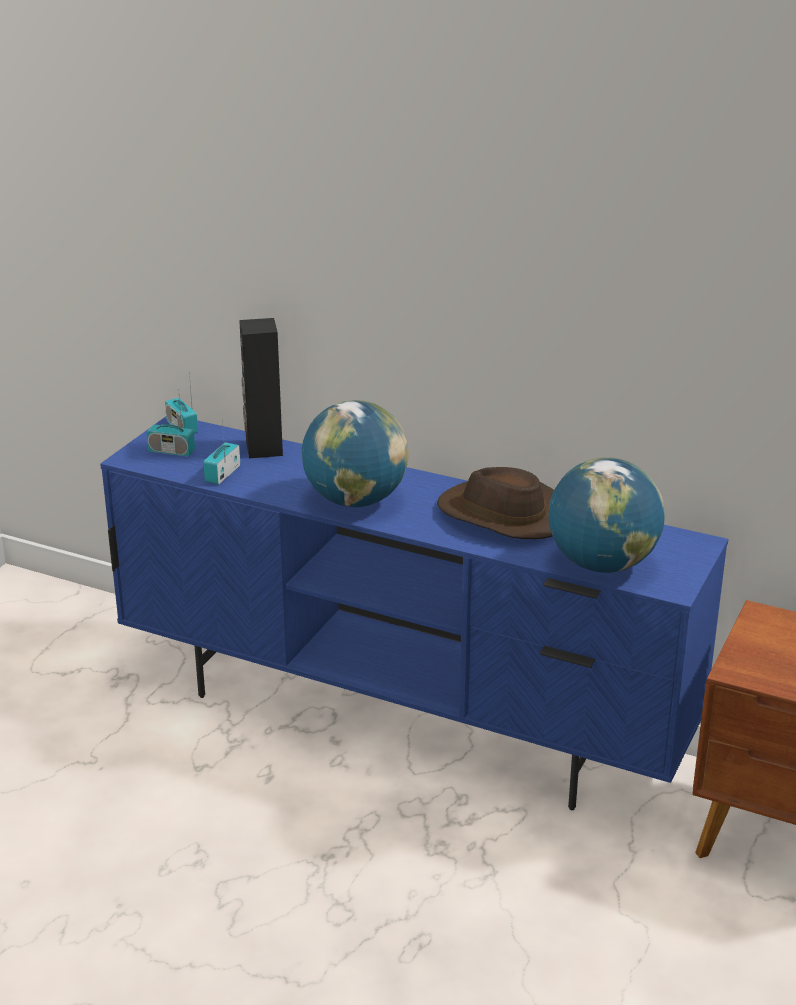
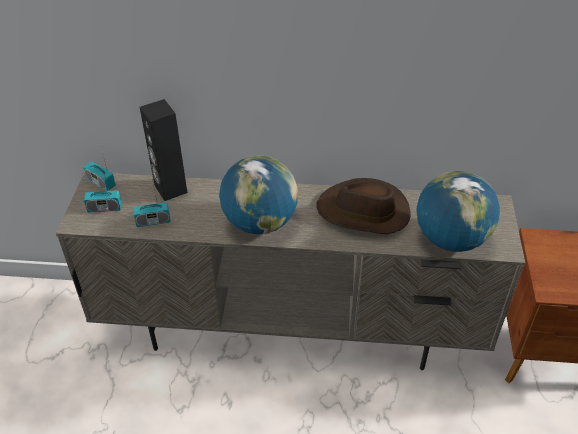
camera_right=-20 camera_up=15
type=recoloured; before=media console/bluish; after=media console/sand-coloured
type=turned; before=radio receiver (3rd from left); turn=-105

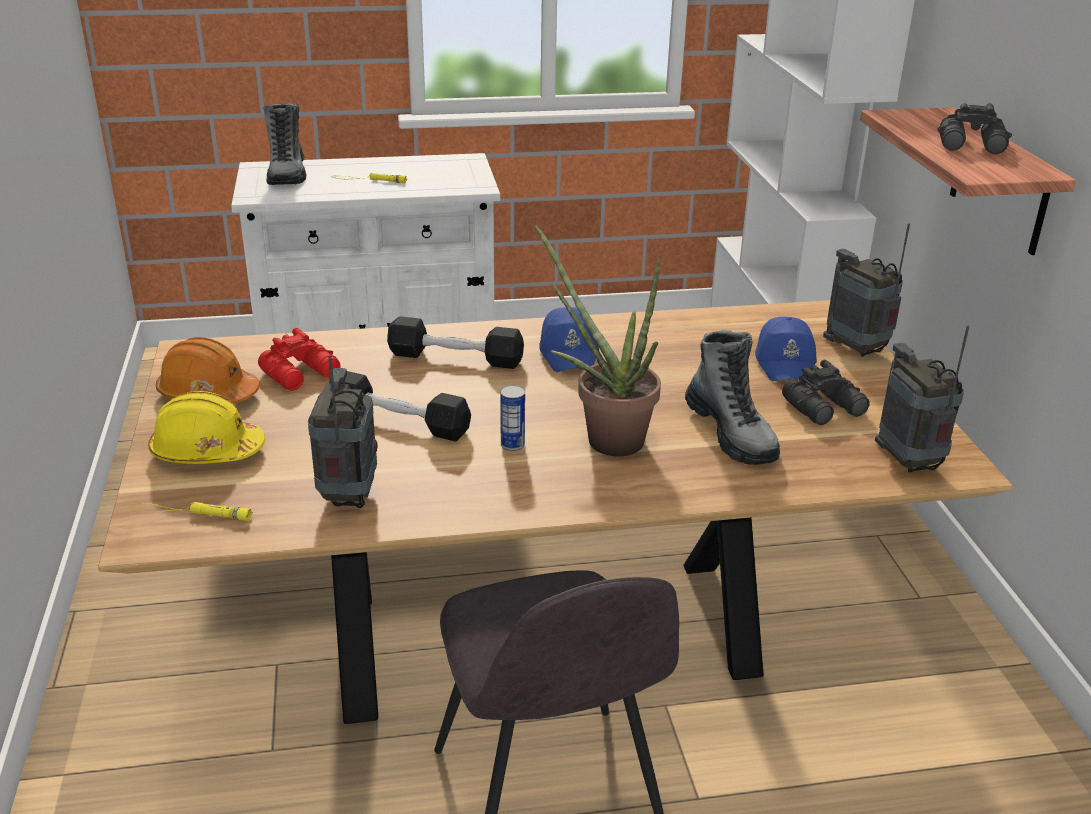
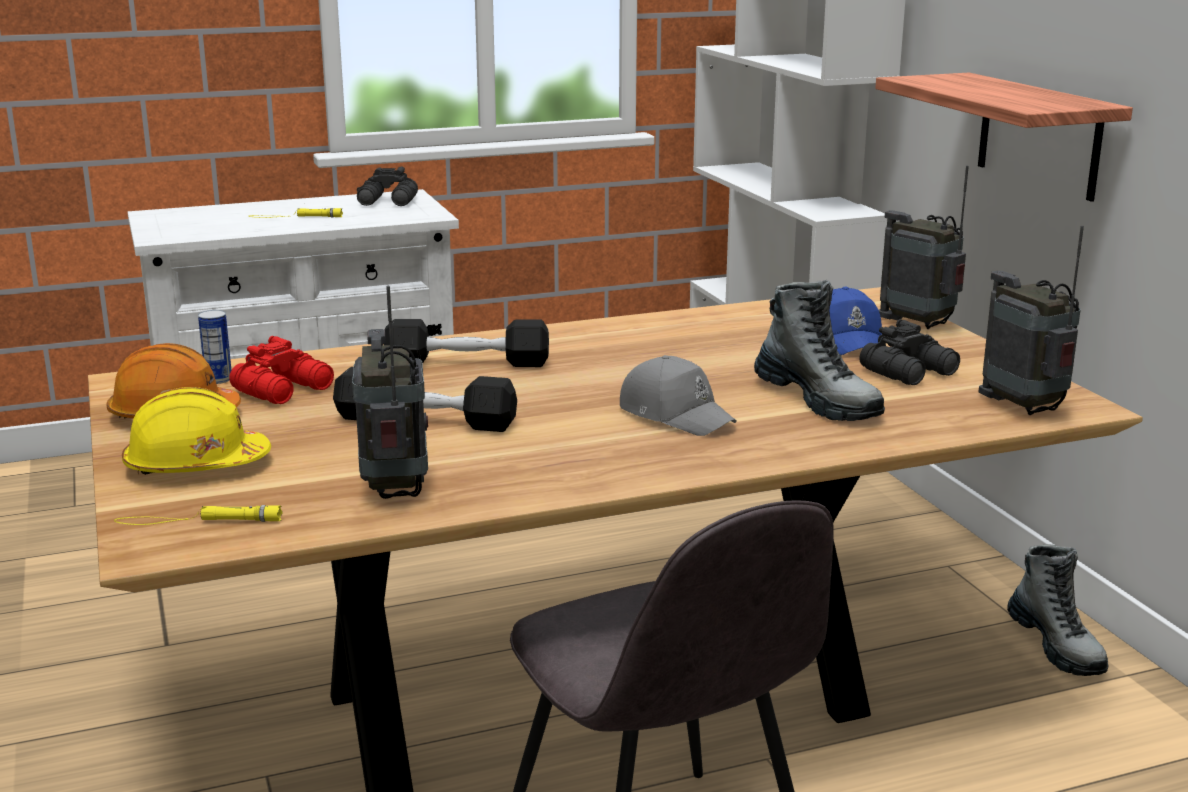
camera_right=-10 camera_up=-10
type=removed; before=baseball cap/bluish (1st from left)
type=moved; before=tall boot (1st from left in the first image); after=tall boot (2nd from left)
type=moved; before=metal can
type=moved; before=field glasses/black-coloured (2nd from left in the first image); after=field glasses/black-coloured (1st from left)
type=replaced; before=potted plant; after=baseball cap/greyish

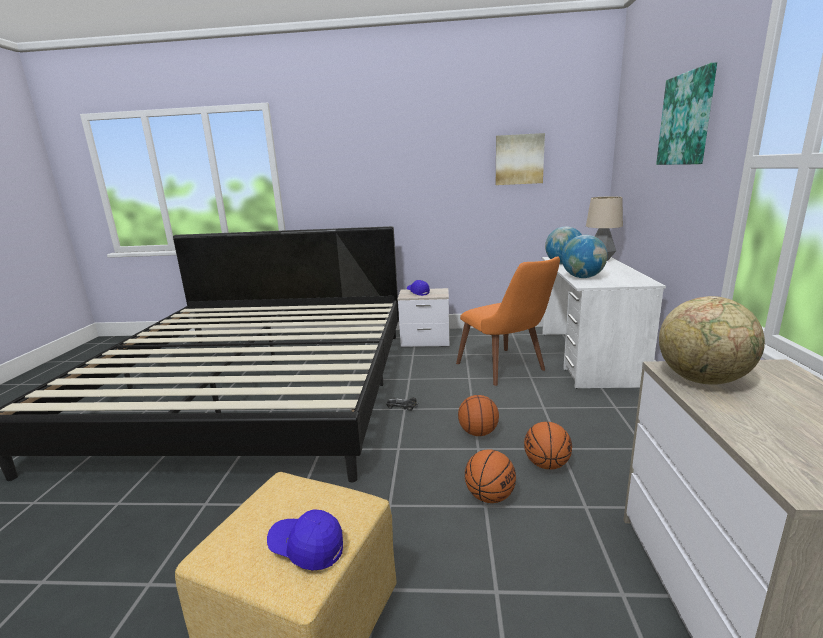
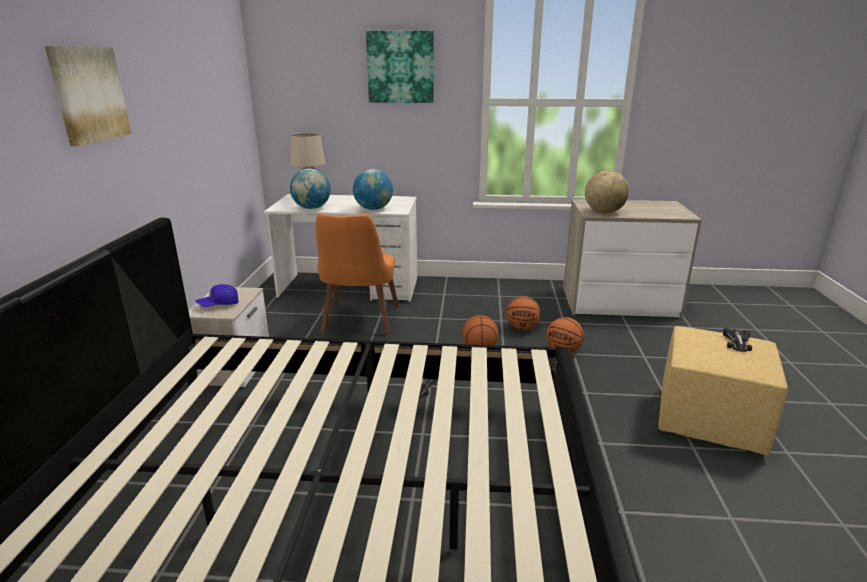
camera_right=-90 camera_up=5
type=moved; before=wall art (1st from left)
type=replaced; before=baseball cap/bluish (1st from left); after=model car (2nd from left)
type=turned; before=upright chair/orange-coloured; turn=120

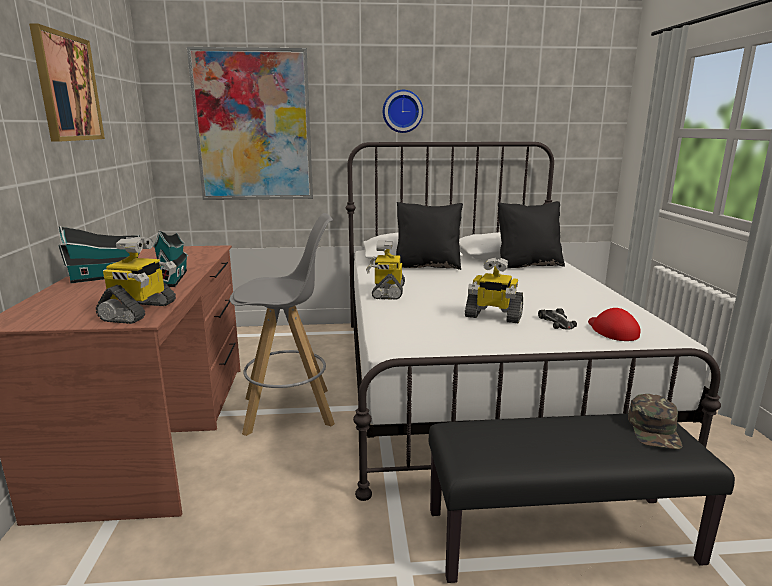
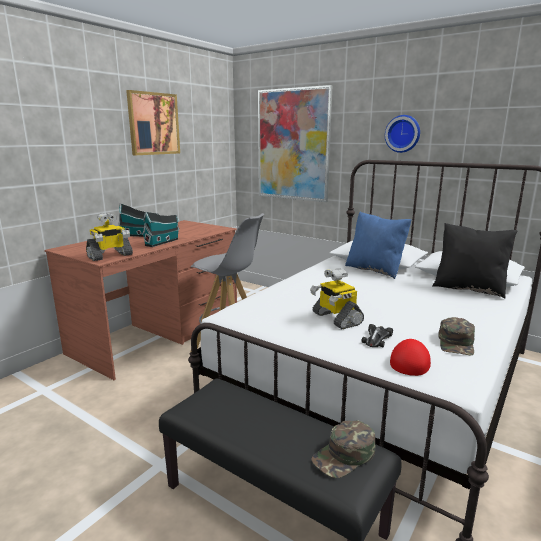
camera_right=40 camera_up=0
type=removed; before=robot figure (2nd from left)
type=added; after=baseball cap/green-coloured (2nd from left)
type=recoloured; before=throw pillow/black-coloured (1st from left); after=throw pillow/bluish

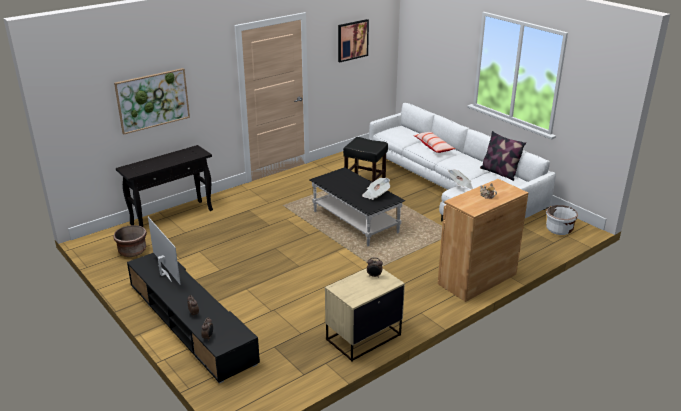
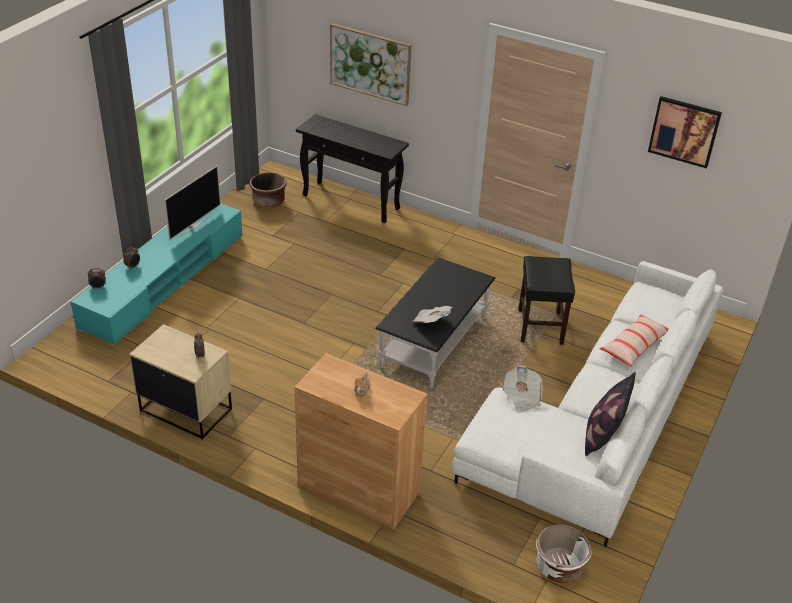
camera_right=65 camera_up=10
type=recoloured; before=media console/black-coloured; after=media console/turquoise-coloured

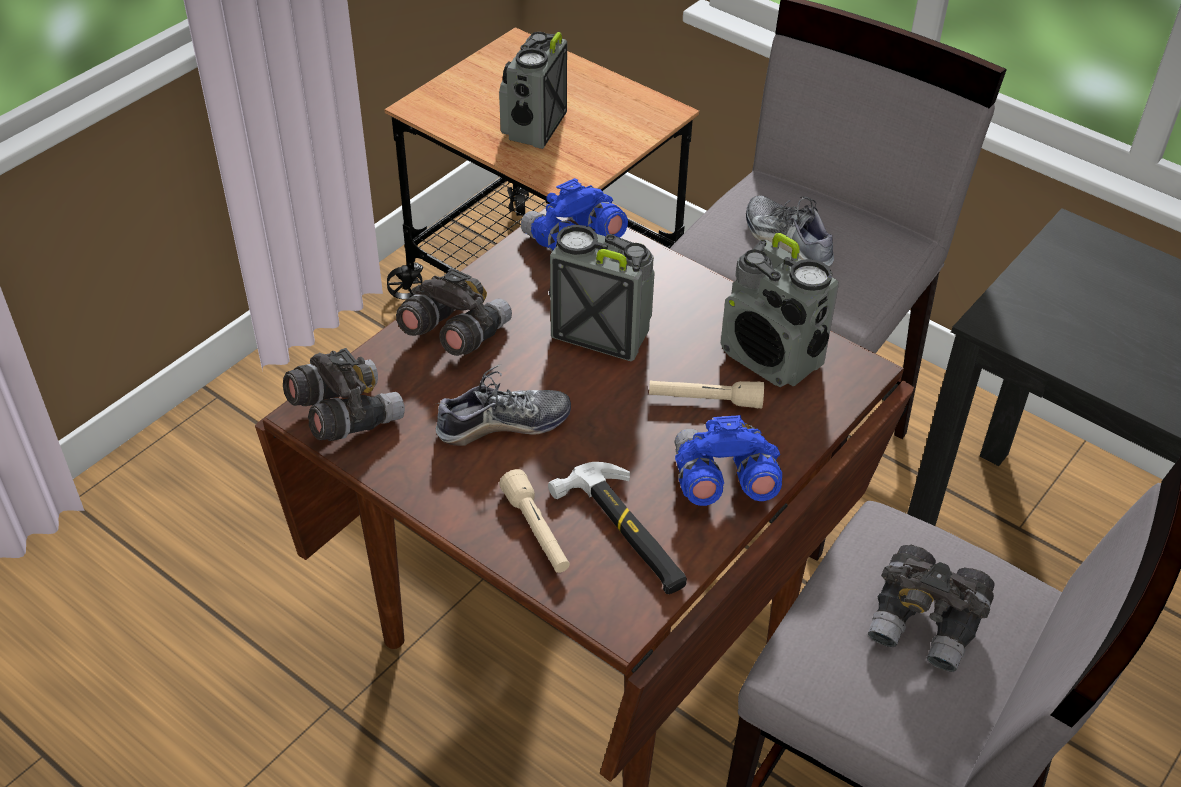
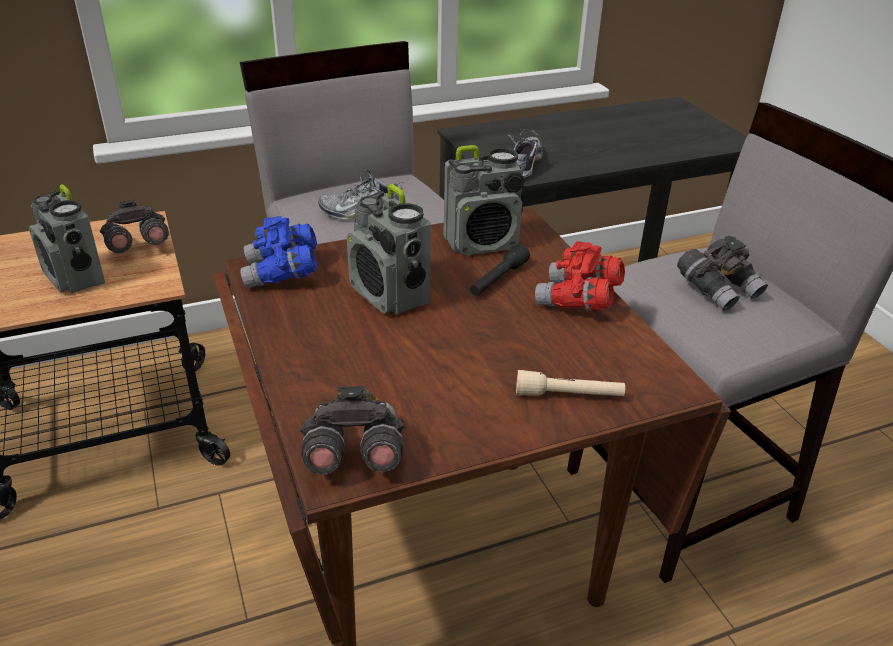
camera_right=-60 camera_up=-10
type=removed; before=tool hammer
type=moved; before=field glasses/greyish (2nd from left in the first image); after=field glasses/greyish (1st from left)
type=moved; before=low shoe (1st from left in the first image); after=low shoe (2nd from left)
type=recoloured; before=torch/sand-coloured (2nd from left); after=torch/black-coloured
type=recoloured; before=field glasses/bluish (2nd from left); after=field glasses/red-coloured
type=turned; before=radio receiver (2nd from left); turn=-90

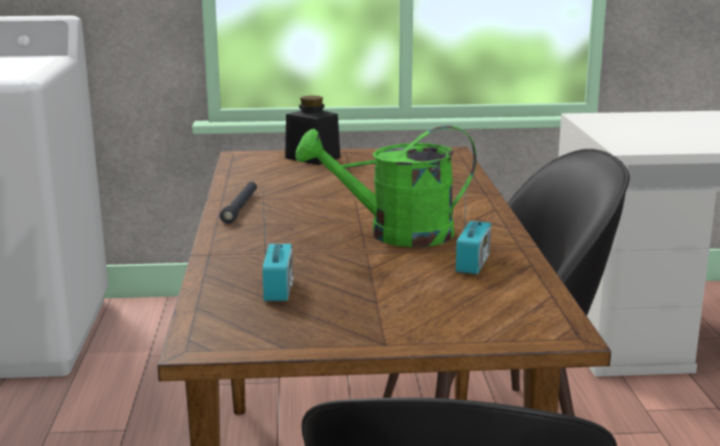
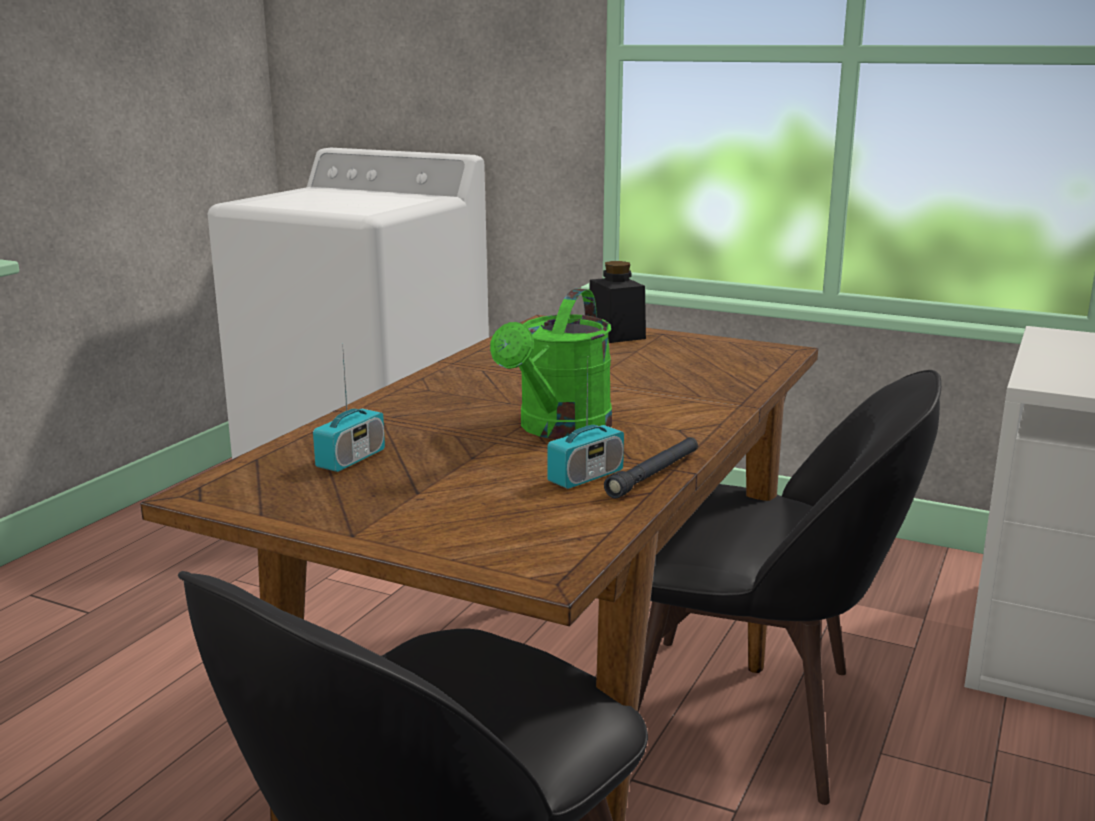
camera_right=30 camera_up=0
type=moved; before=torch/black-coloured
type=turned; before=watering can/green-coloured; turn=-90

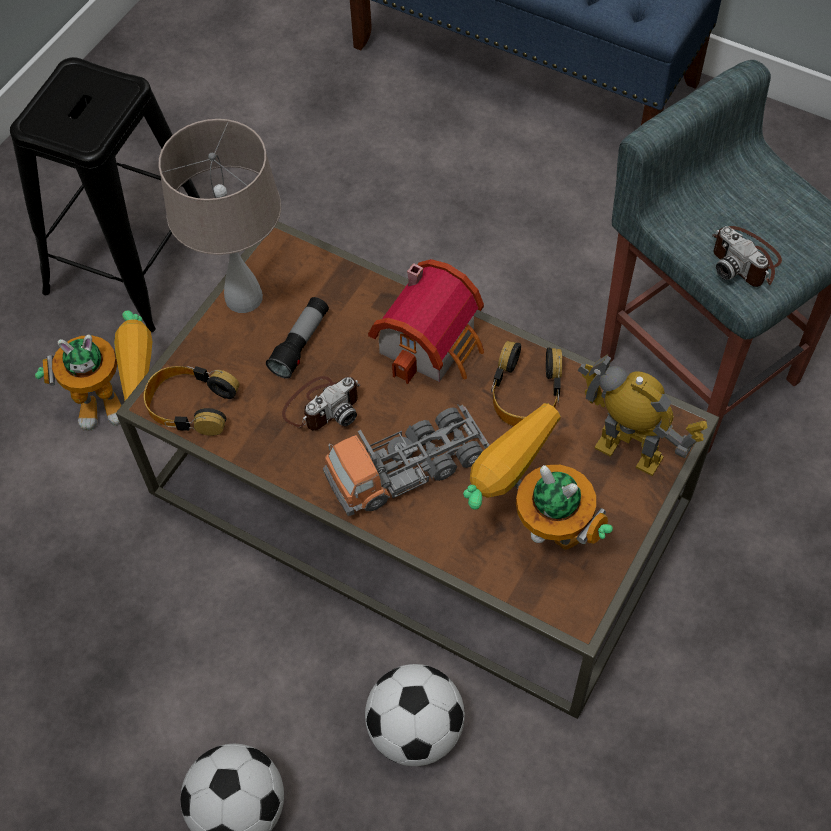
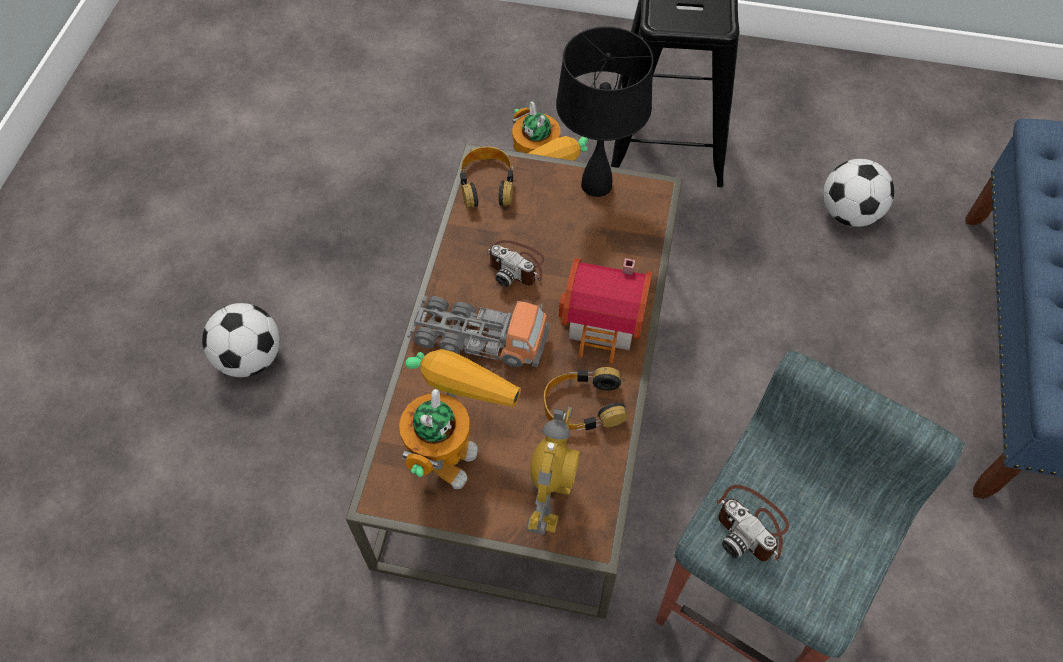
camera_right=70 camera_up=0
type=removed; before=torch
type=moved; before=football (2nd from left)
type=recoloured; before=tabletop lamp/sand-coloured; after=tabletop lamp/black-coloured
type=turned; before=model truck; turn=150
type=turned; before=still camera (2nd from left); turn=-75

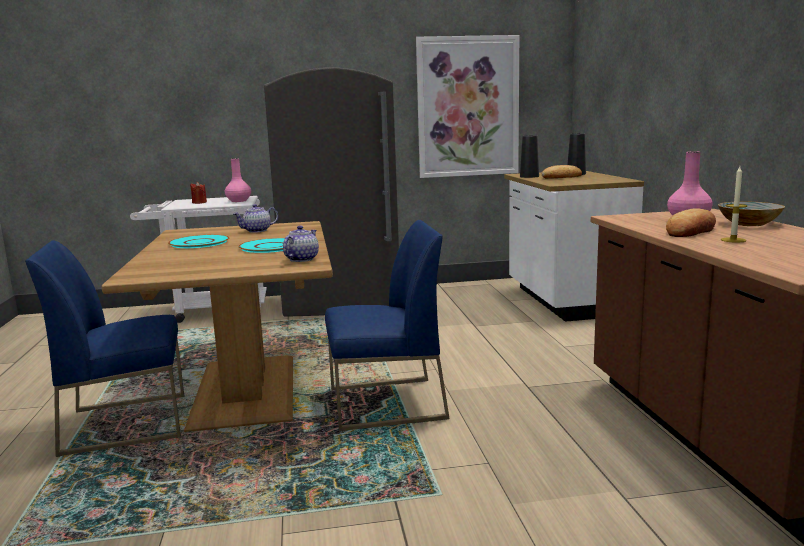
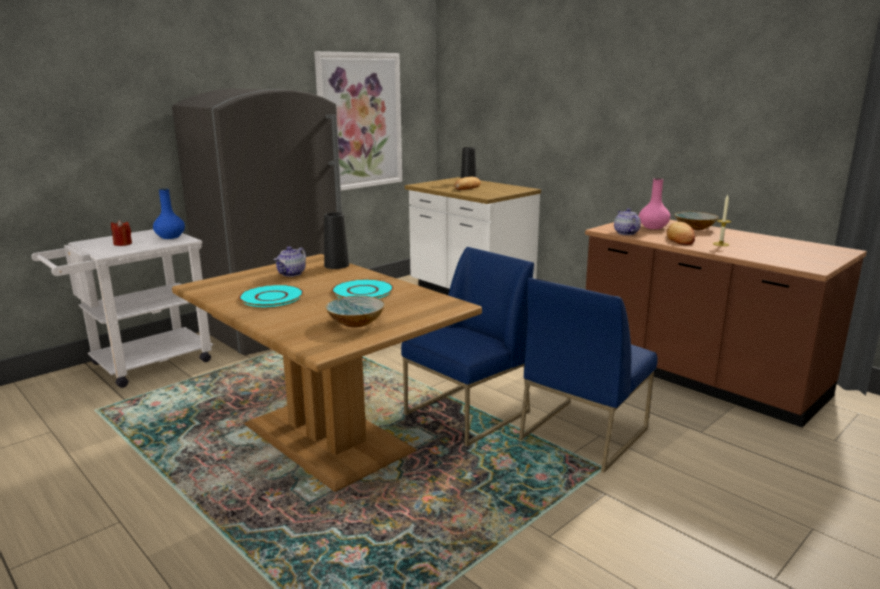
camera_right=-35 camera_up=5
type=added; after=bowl (1st from left)
type=moved; before=upright chair/bluish (1st from left in the first image); after=upright chair/bluish (2nd from left)
type=moved; before=teapot (2nd from left)
type=moved; before=decorative vase/black-coloured (1st from left)
type=recoloured; before=decorative vase/pinkish (1st from left); after=decorative vase/bluish

